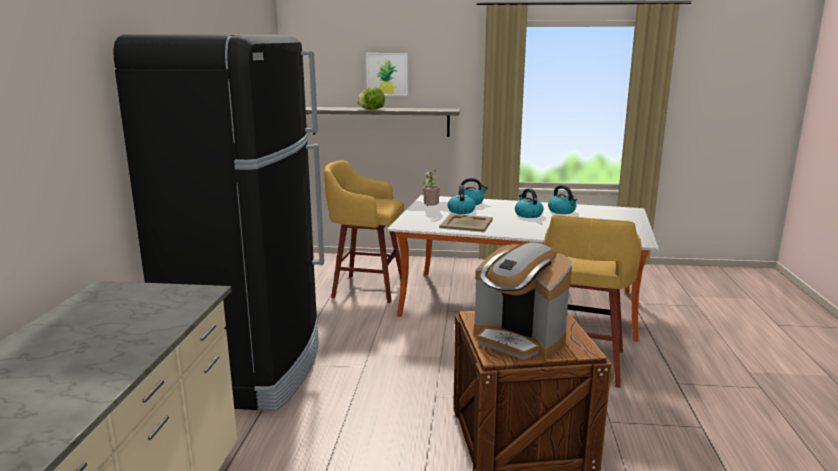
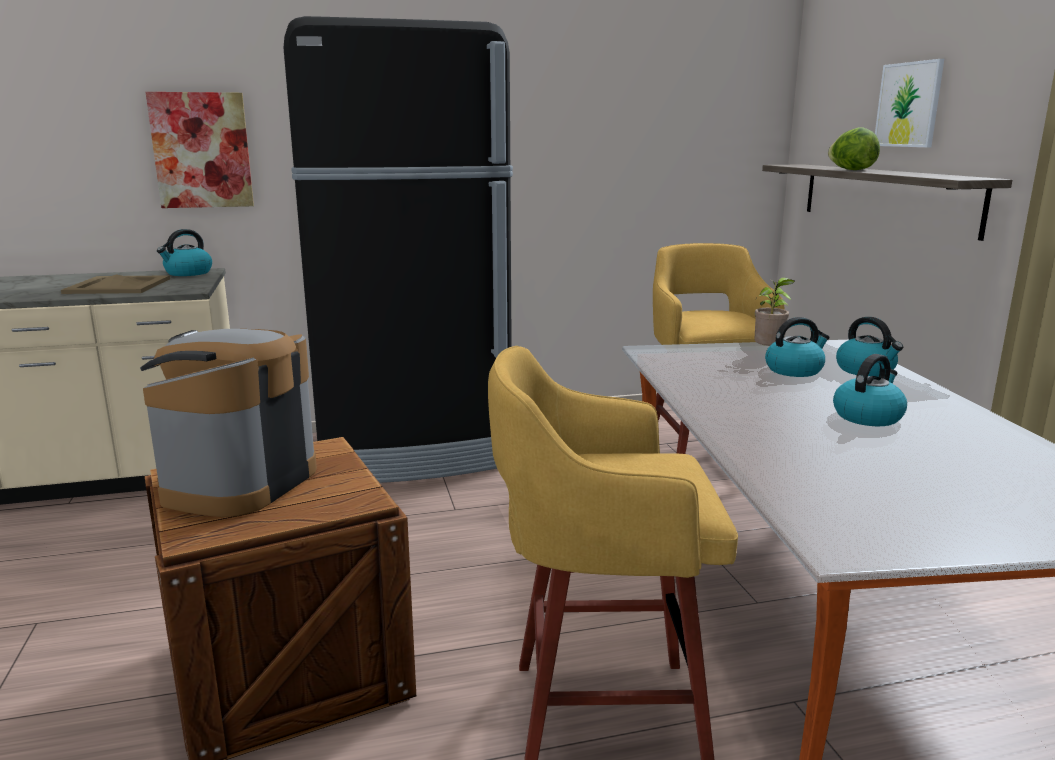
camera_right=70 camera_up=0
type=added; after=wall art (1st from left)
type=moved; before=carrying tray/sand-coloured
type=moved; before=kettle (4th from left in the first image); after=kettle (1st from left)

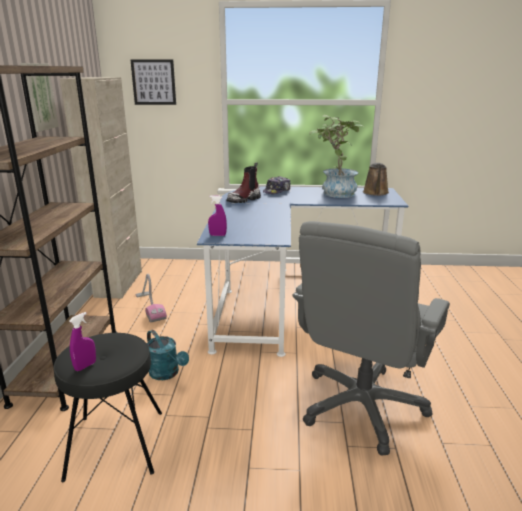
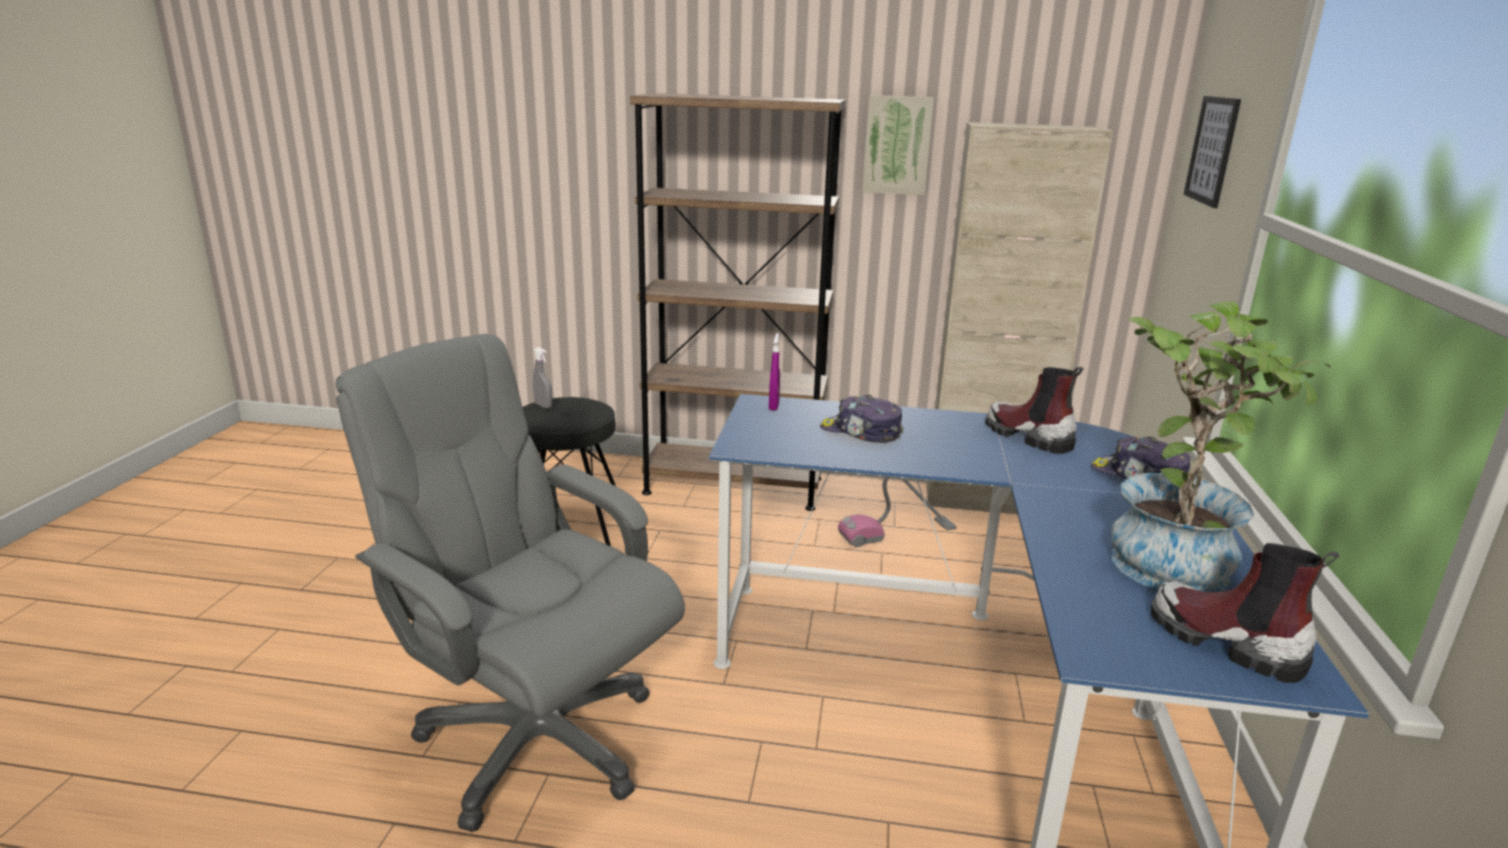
camera_right=95 camera_up=0
type=removed; before=watering can/turquoise-coloured
type=added; after=baseball cap (1st from left)
type=replaced; before=watering can/brownish; after=tall boot (2nd from left)
type=recoloured; before=sprayer/purple (1st from left); after=sprayer/greyish

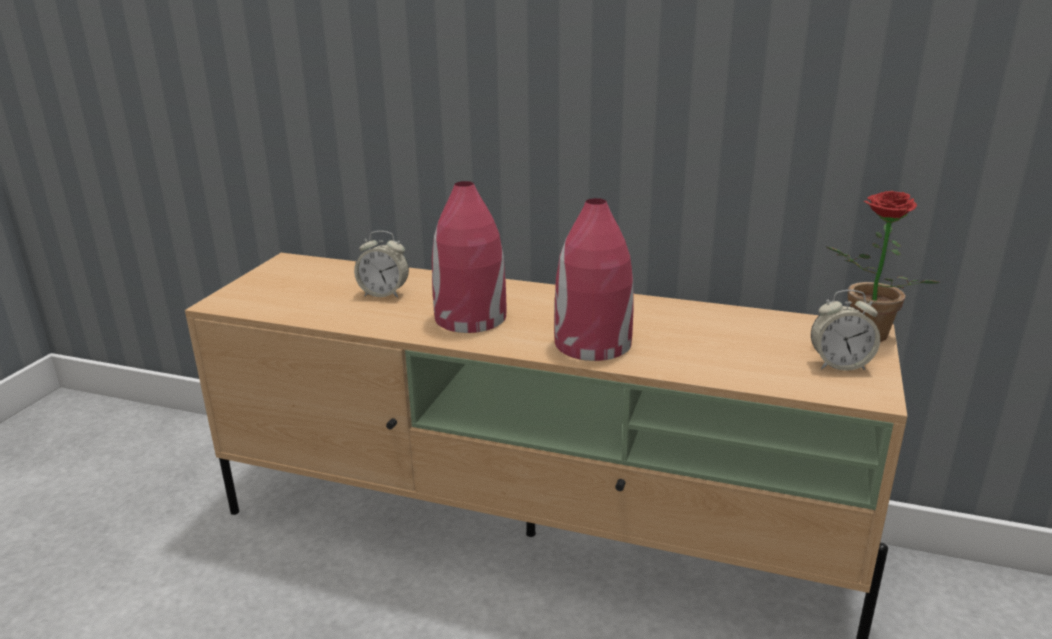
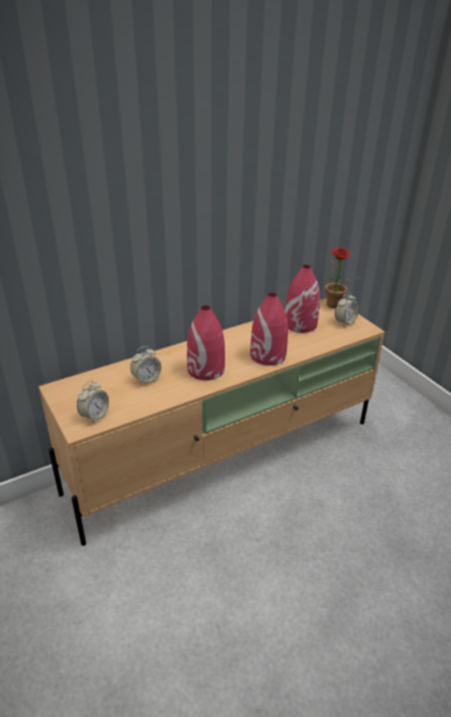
camera_right=-50 camera_up=10
type=added; after=table clock (1st from left)
type=added; after=decorative vase/red-coloured (3rd from left)

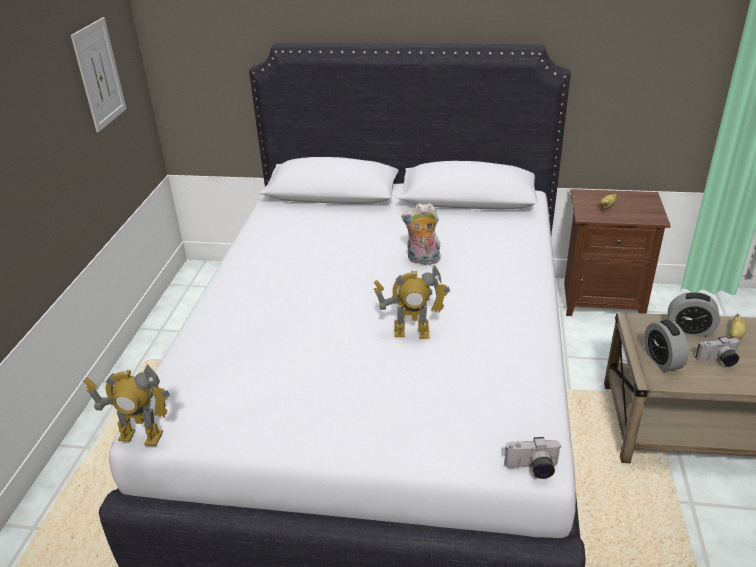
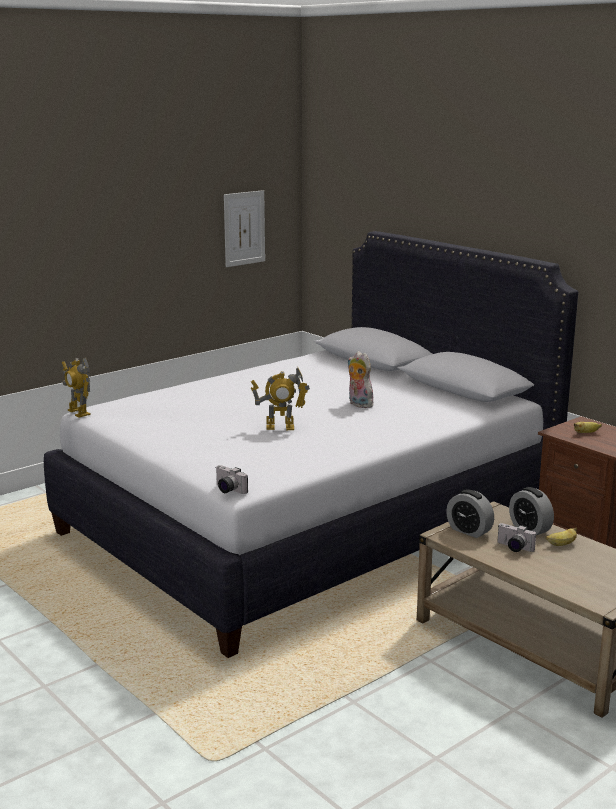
camera_right=40 camera_up=-15
type=turned; before=robot figure (2nd from left); turn=-45
type=turned; before=table clock (1st from left); turn=-75

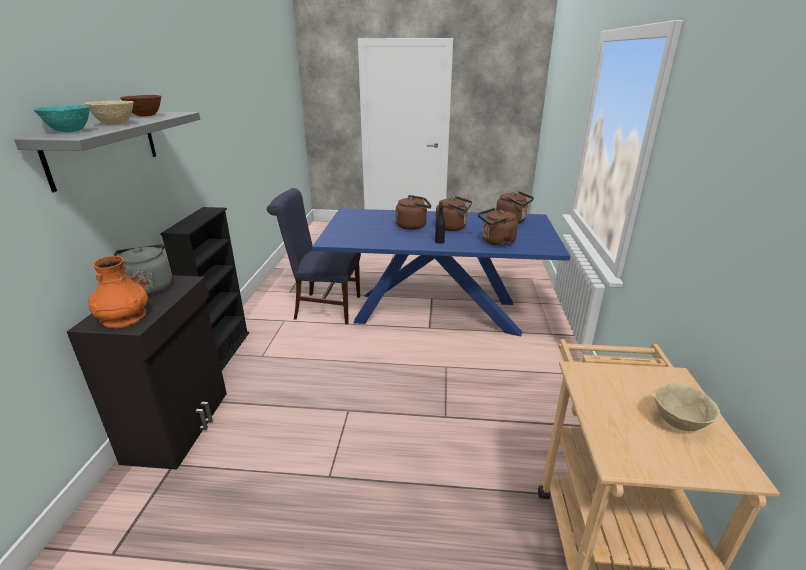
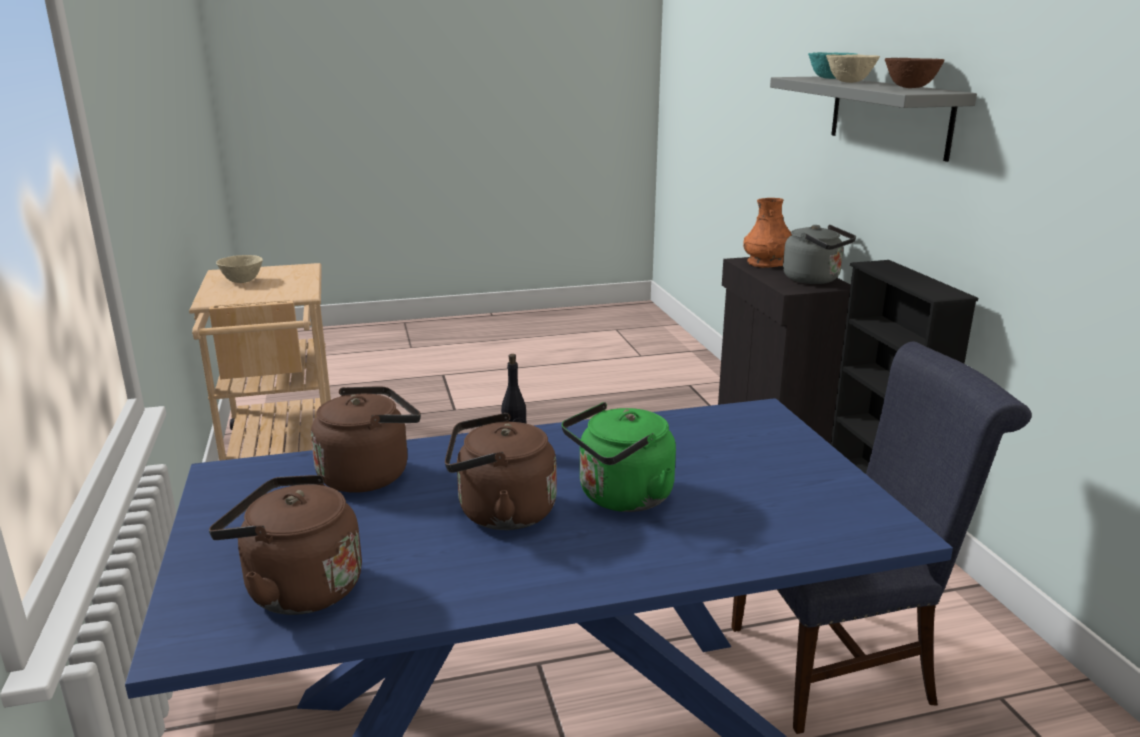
camera_right=160 camera_up=-5
type=recoloured; before=kettle/brownish (1st from left); after=kettle/green-coloured

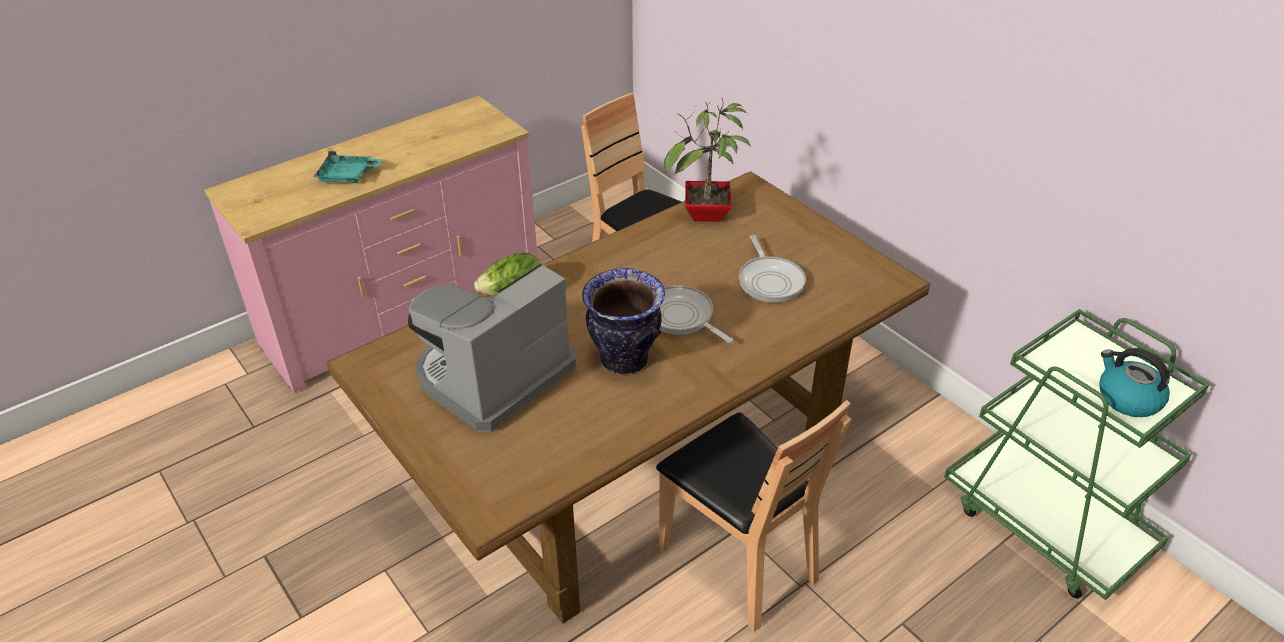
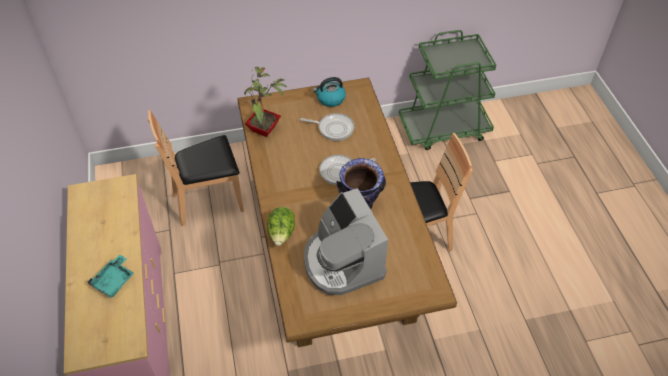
camera_right=-65 camera_up=10
type=moved; before=kettle

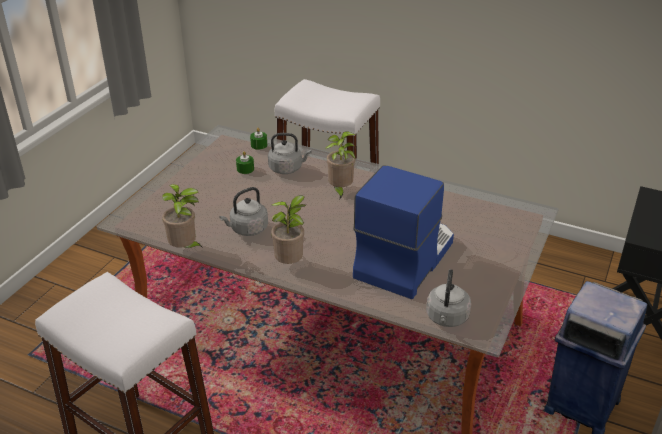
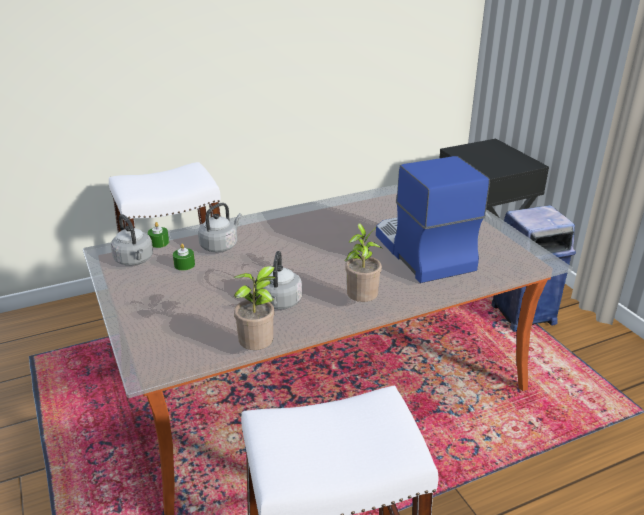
camera_right=-50 camera_up=-5
type=removed; before=potted plant (3rd from left)
type=moved; before=kettle/greyish (3rd from left in the first image); after=kettle/greyish (1st from left)

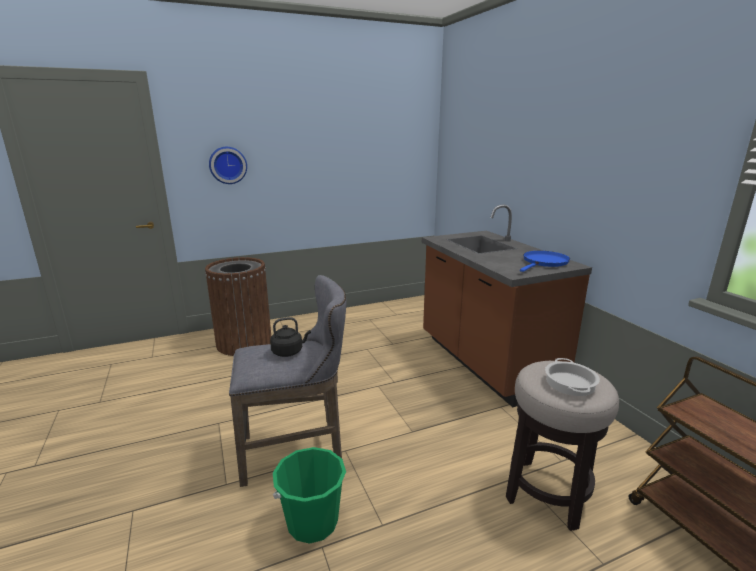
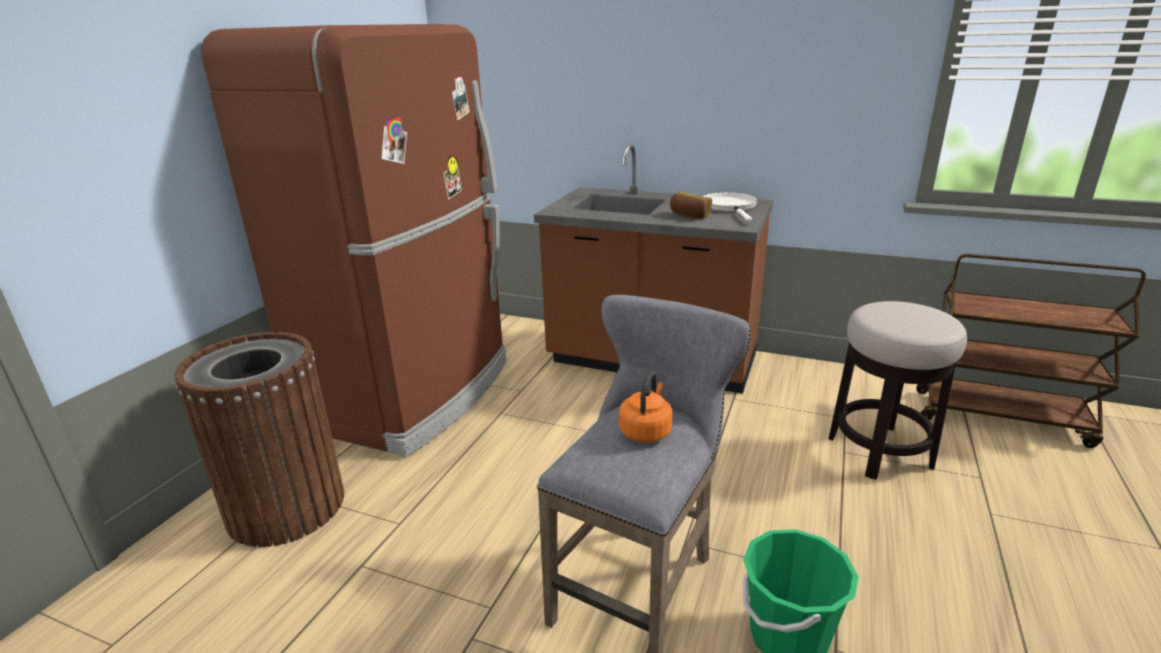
camera_right=-45 camera_up=5
type=removed; before=hanging clock
type=removed; before=cooking pot
type=added; after=refrigerator/brownish
type=added; after=bakery bread
type=recoloured; before=kettle/black-coloured; after=kettle/orange-coloured
type=recoloured; before=pan/bluish; after=pan/whitish

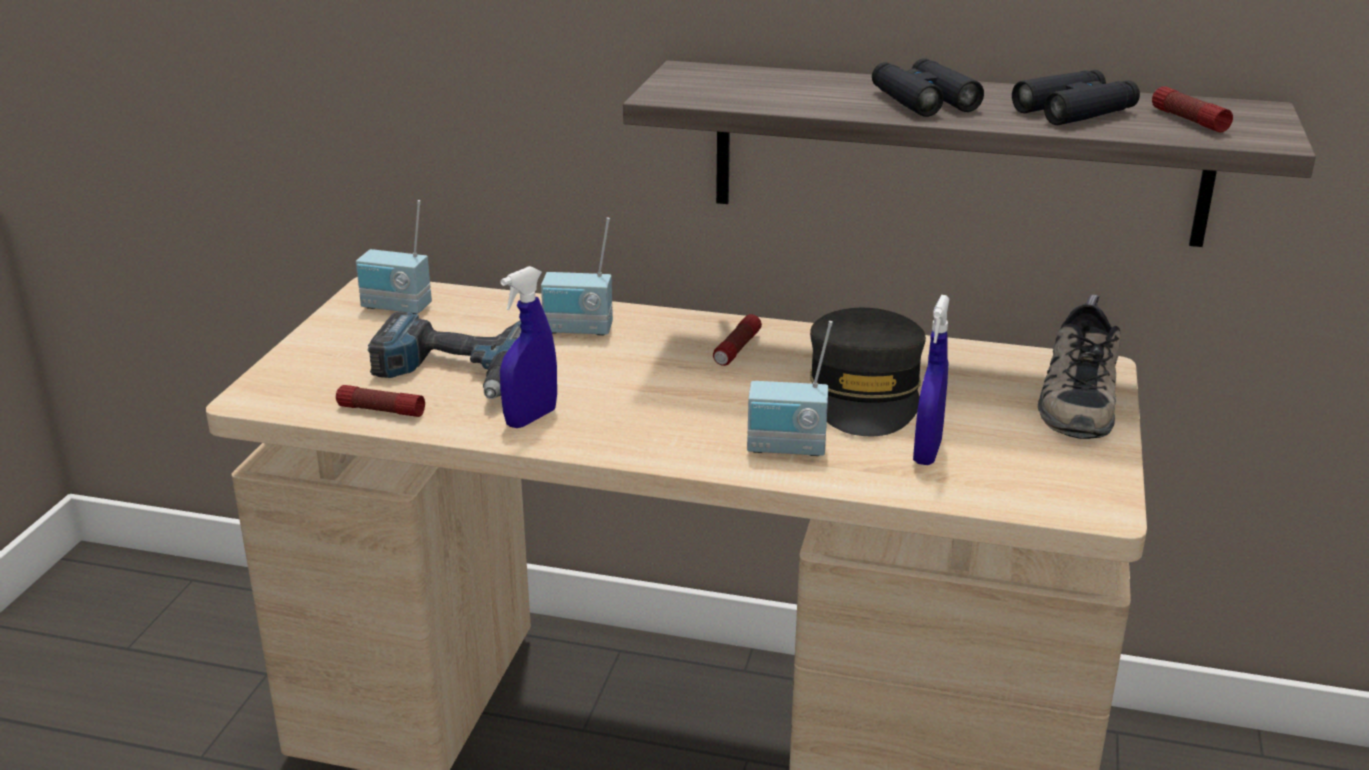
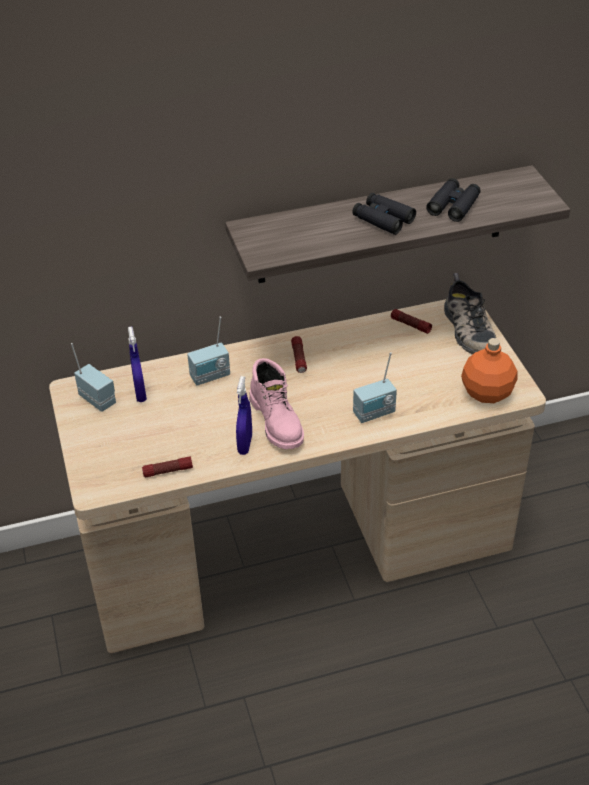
camera_right=-30 camera_up=15
type=removed; before=electric drill
type=removed; before=baseball cap/greyish
type=added; after=tall boot/pinkish
type=added; after=drink bottle/orange-coloured
type=moved; before=sprayer/bluish (2nd from left in the first image); after=sprayer/bluish (1st from left)
type=moved; before=torch (3rd from left)
type=turned; before=radio receiver (1st from left); turn=-120

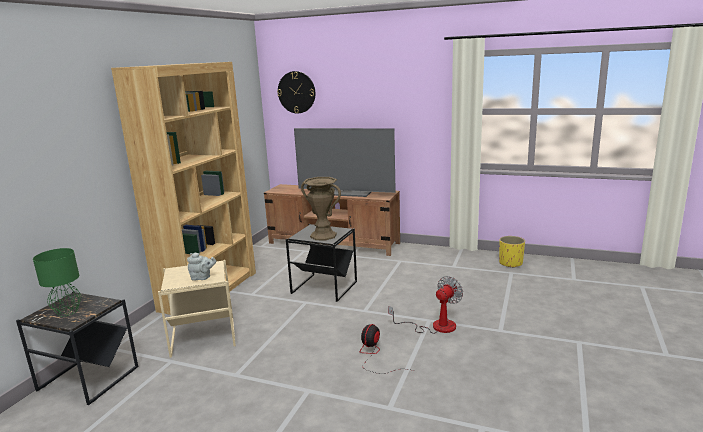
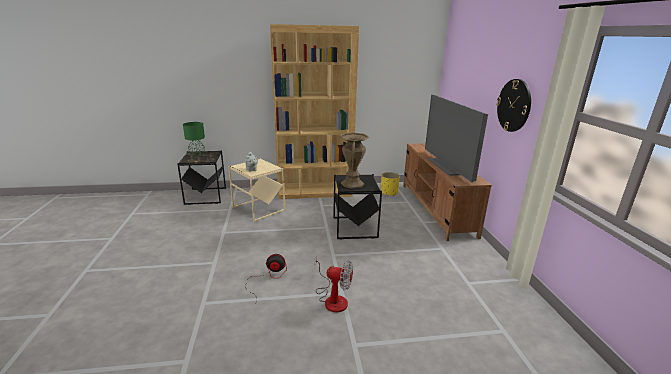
camera_right=60 camera_up=5
type=moved; before=hanging clock
type=moved; before=flower pot/yellowish

